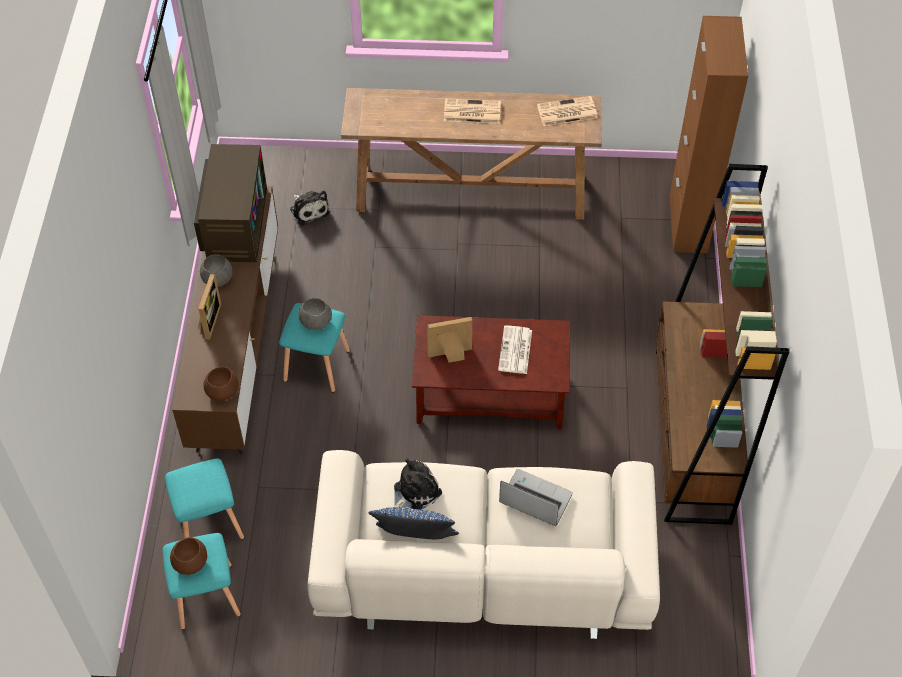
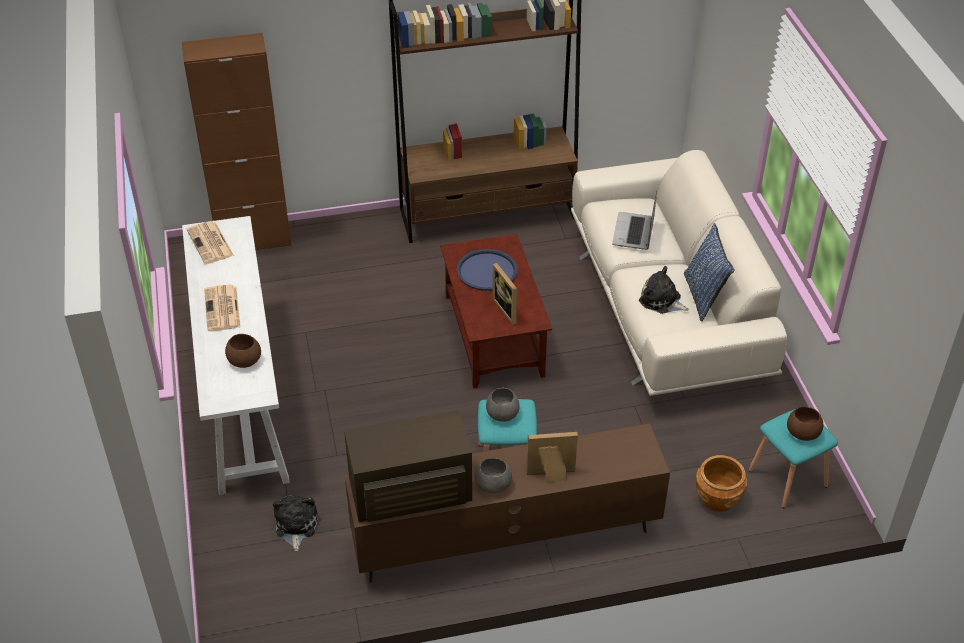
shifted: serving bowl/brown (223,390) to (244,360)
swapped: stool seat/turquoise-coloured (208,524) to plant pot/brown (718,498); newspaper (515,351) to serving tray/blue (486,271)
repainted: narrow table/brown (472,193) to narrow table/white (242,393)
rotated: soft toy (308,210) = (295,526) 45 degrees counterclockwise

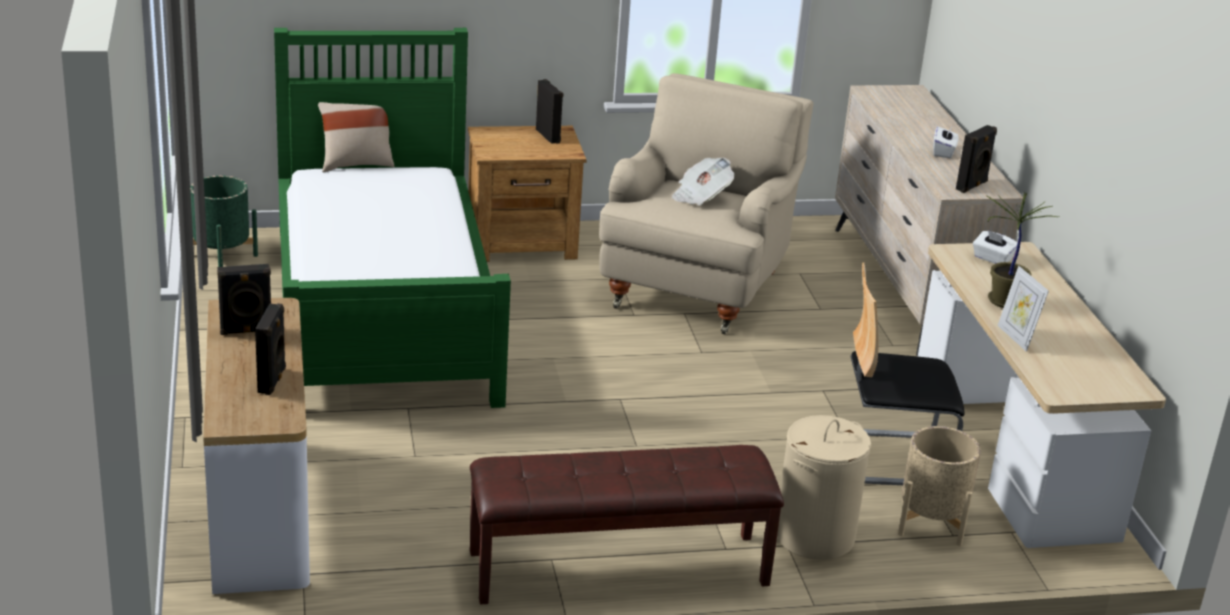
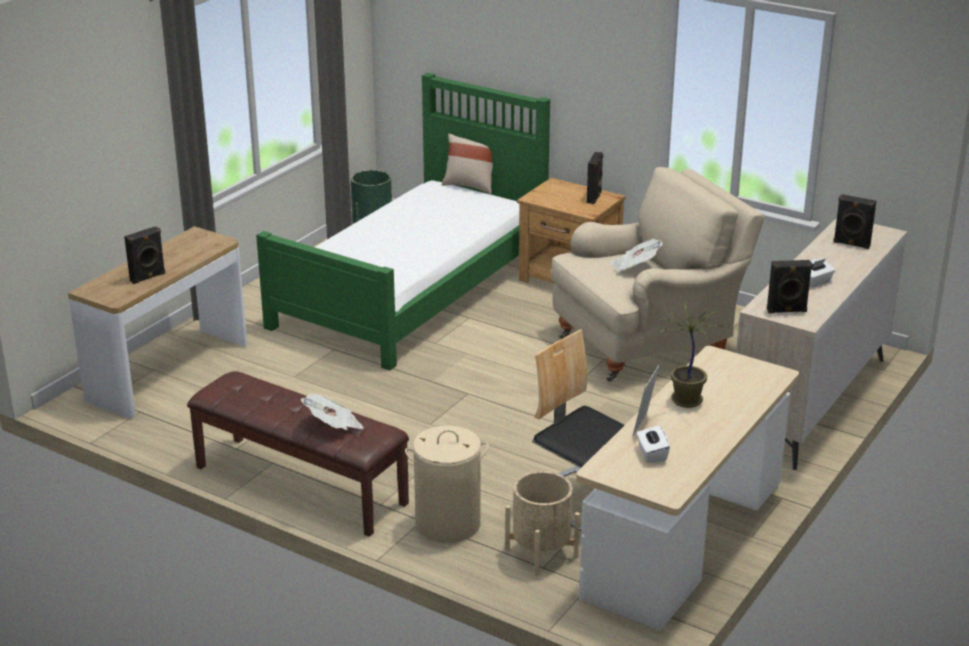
new: newspaper (333,426)
shifted: loudspeaker/black-coloured (246,331) to (851,244); tissue box/white (992,259) to (652,454)

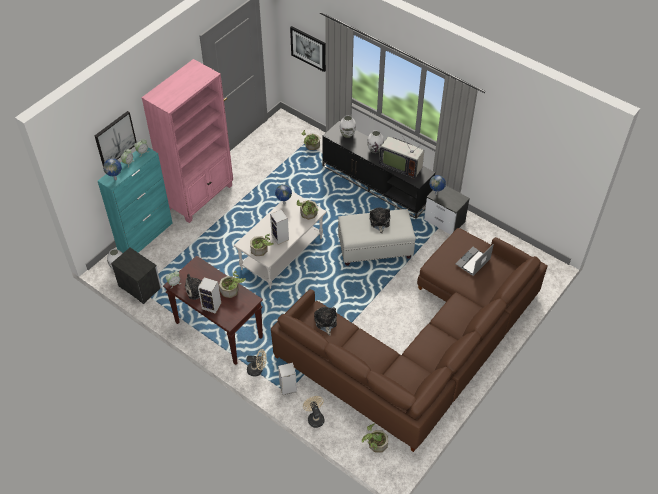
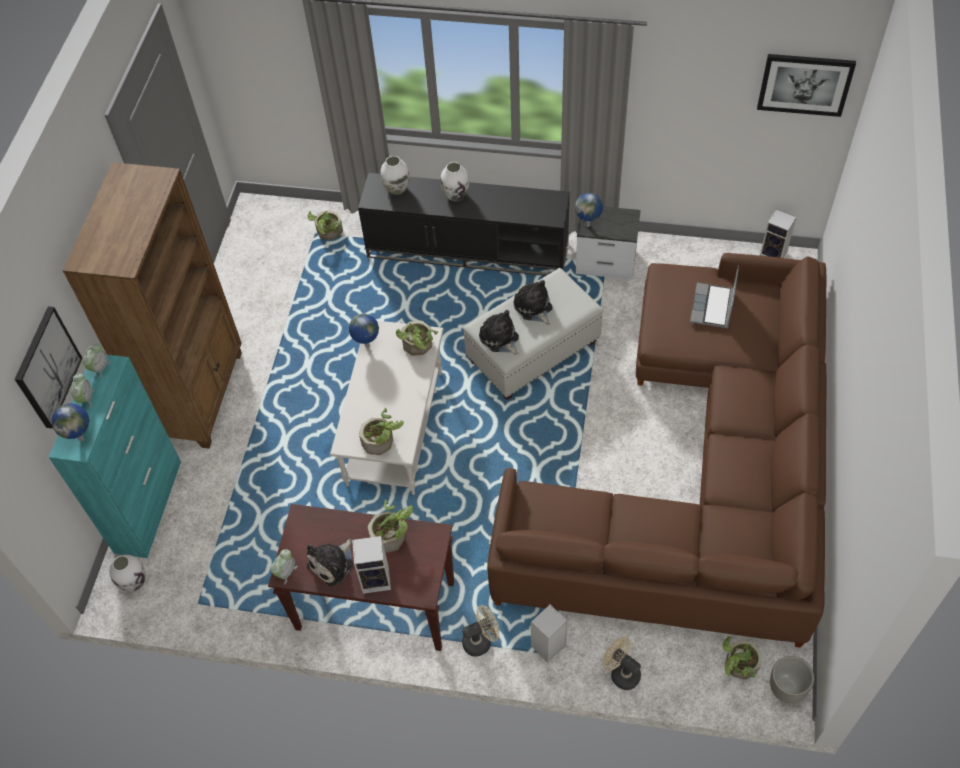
gone: night table (139,286); TV (400,166)
new: plant pot (787,689)
shifted: loudspeaker (280,238) to (774,254); picture (308,48) to (805,84); soft toy (325,322) to (500,339)
repainted: shelving unit/pinkish (200,197) to shelving unit/brown (200,395)

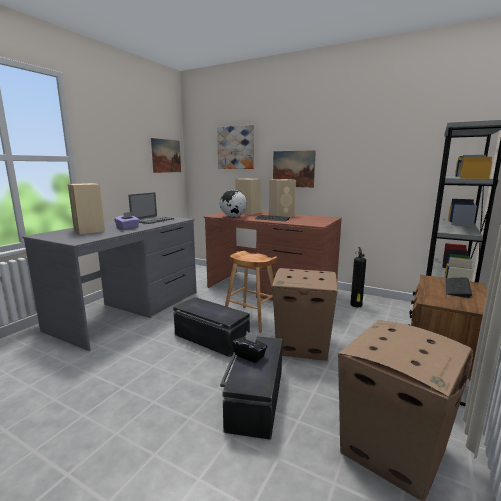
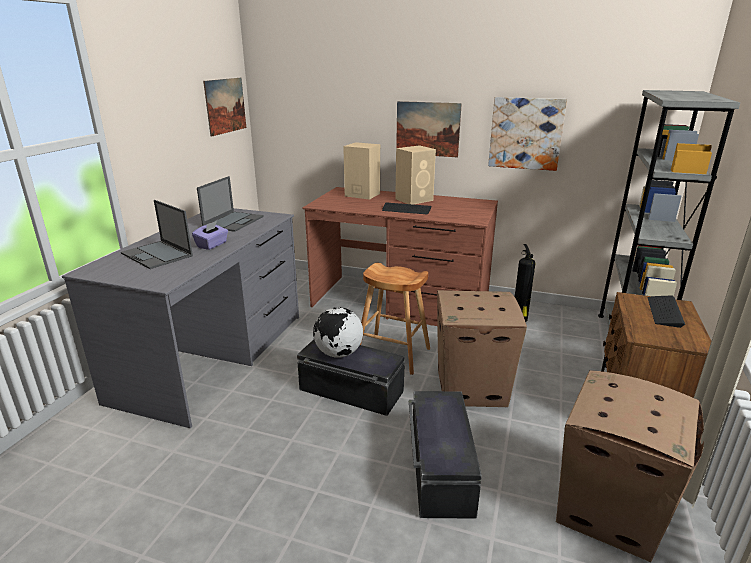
gone: tissue box/black-coloured (250,356)
shifted: picture (236,147) to (526,133); globe (233,217) to (338,353)
swapped: loudspeaker/beige-coloured (89,230) to portable computer (157,255)

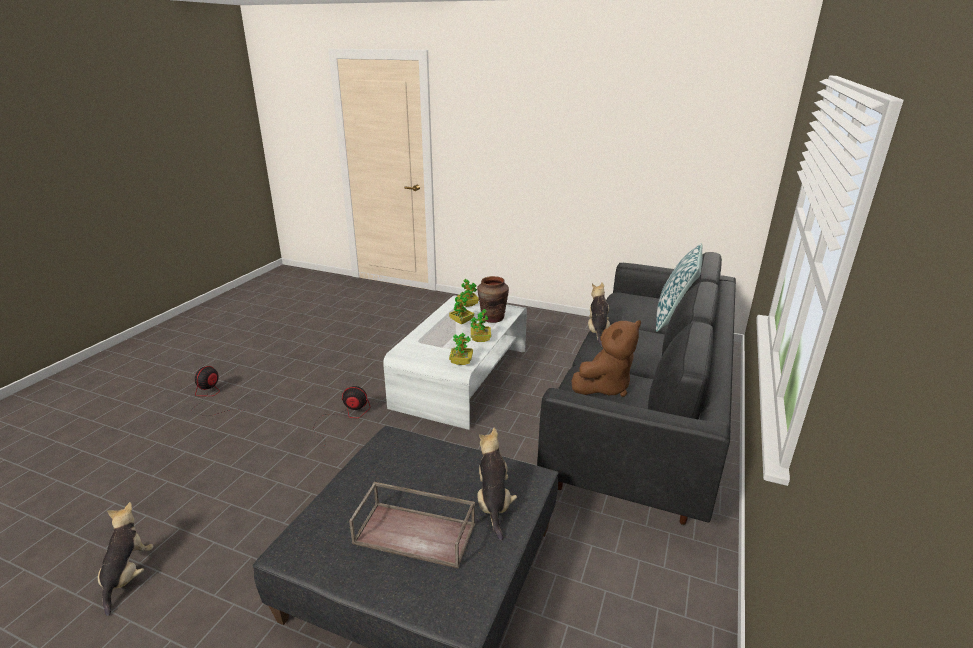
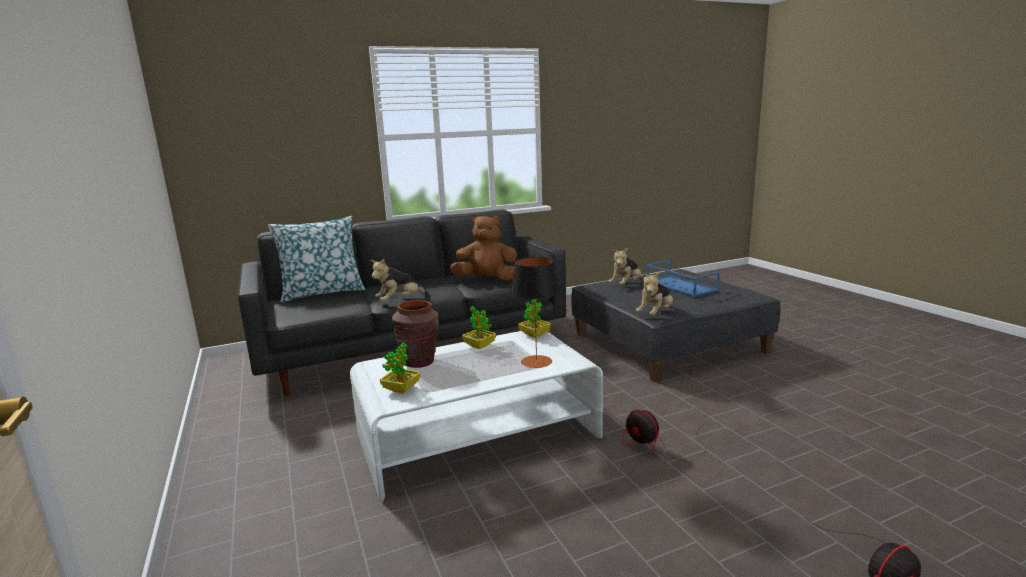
gone: plant in a pot (461,321)
new: tabletop lamp (536,361)
shifted: soft toy (128,575) to (655,314)
repainted: serving tray/brown (416,533) to serving tray/blue (679,286)

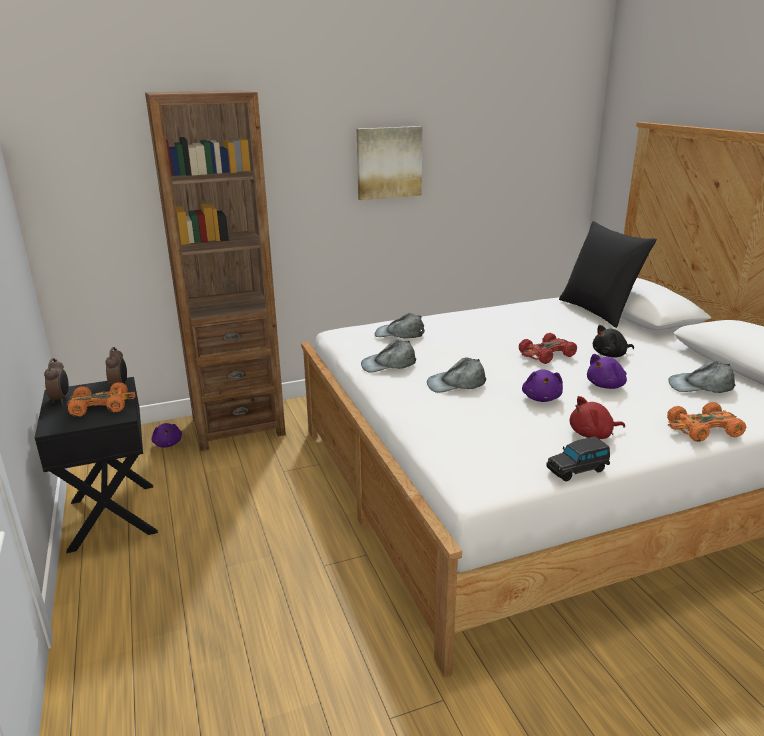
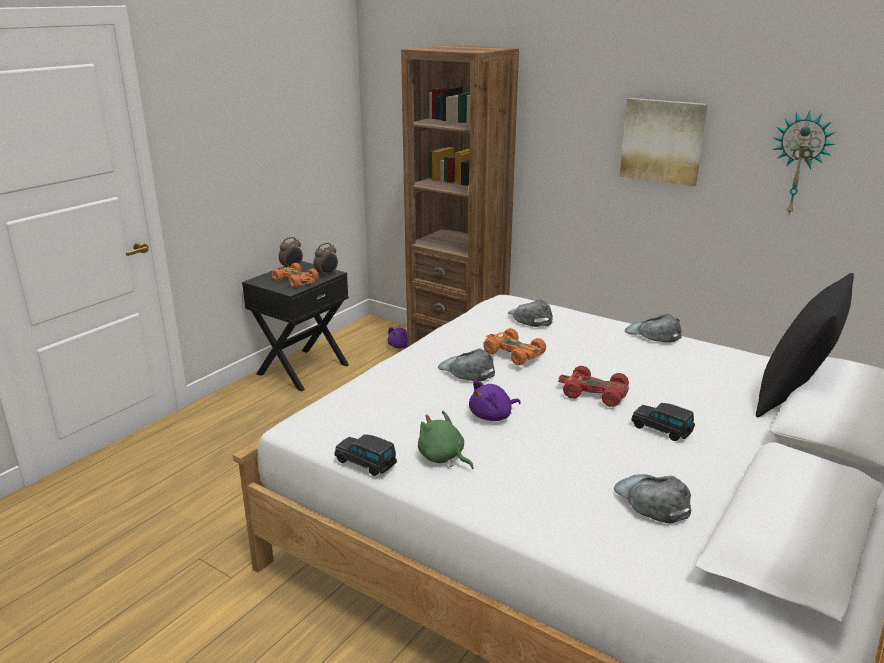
gone: soft toy/purple (606,385)
new: wall clock (799,164)
shifted: baseball cap/grey (389,364) to (653,334); model car/orange (702,430) to (513,353)
swapped: soft toy/black-coloured (610,355) to model car/black-coloured (662,430)
repainted: soft toy/reddish (593,435) to soft toy/green-coloured (443,457)

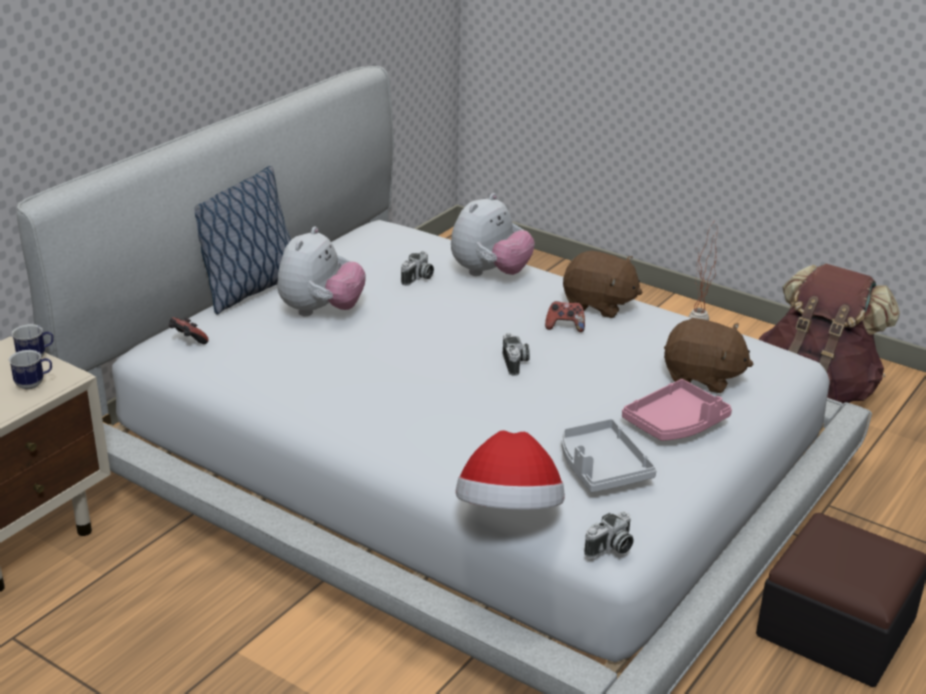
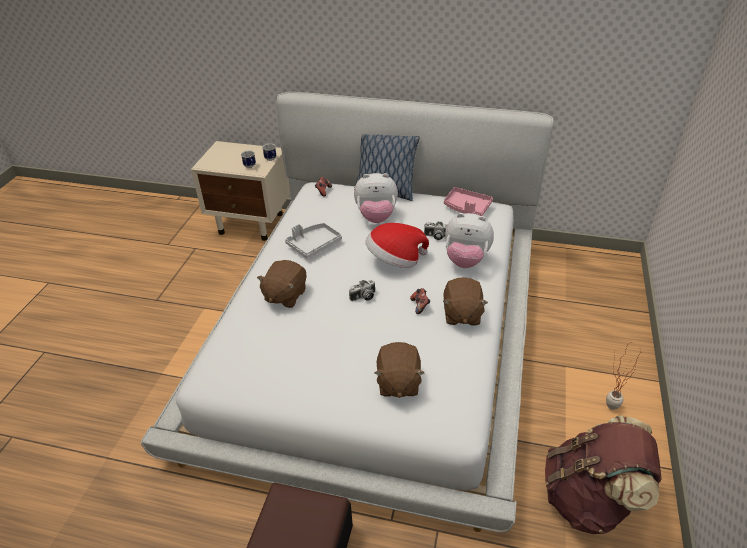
gone: still camera (610,548)
new: soft toy/brown (285,295)
shifted: clothing hat (509,513) to (395,260); serving tray/grey (601,467) to (313,245); serving tray/pinkish (676,423) to (467,208)

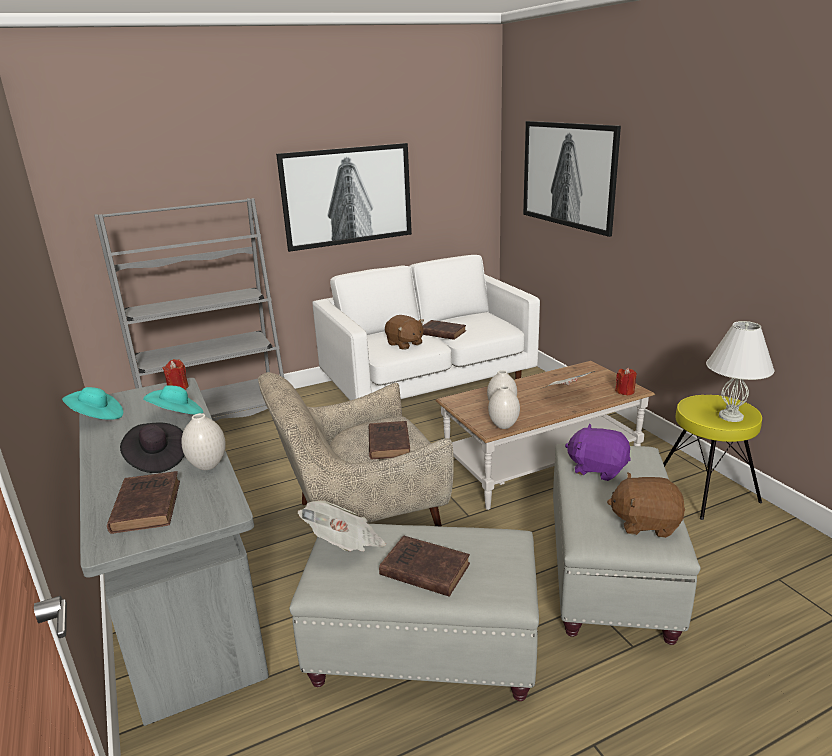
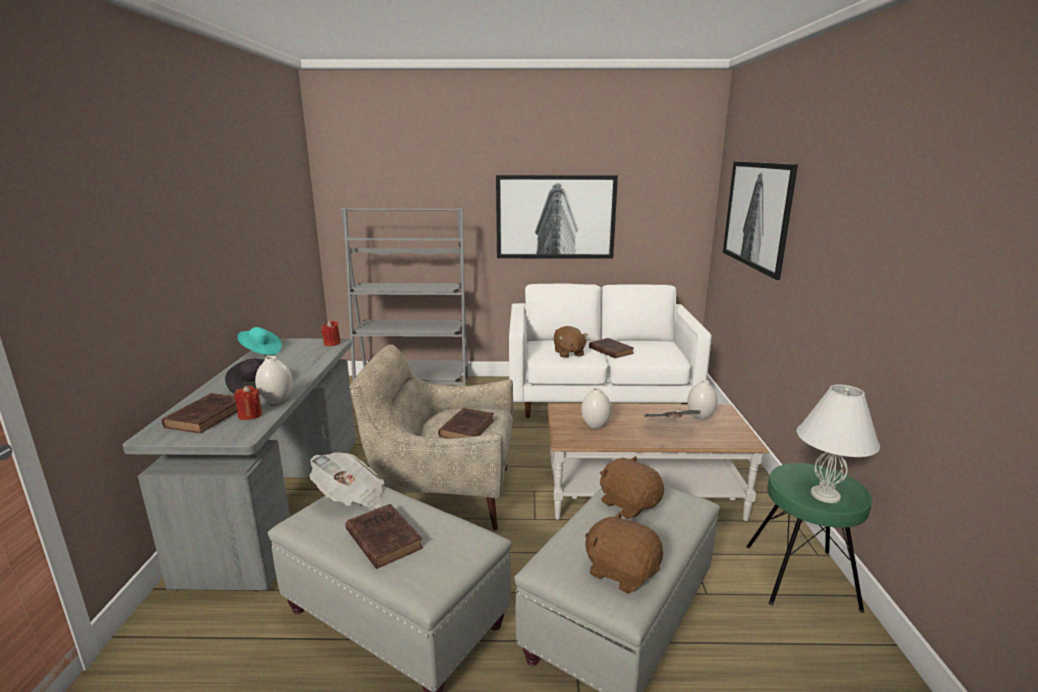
gone: clothing hat/turquoise-coloured (177,415)
shifted: vase/white (503,426) to (699,417); wax candle/reddish (625,391) to (250,415)
repainted: soft toy/purple (597,468) to soft toy/brown (629,504); stool seat/yellow-coloured (706,491) to stool seat/green-coloured (801,577)

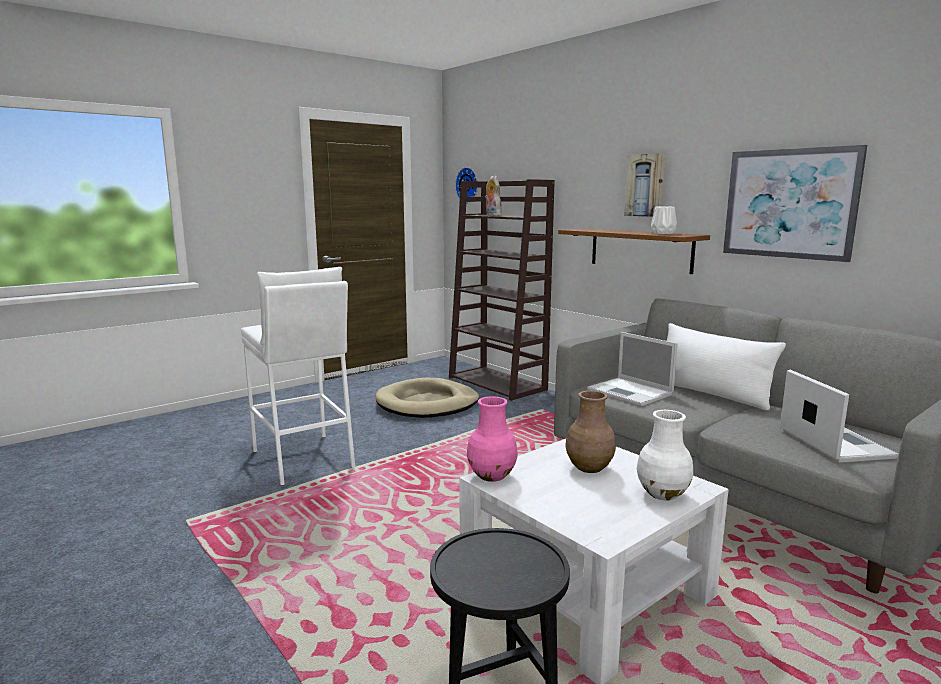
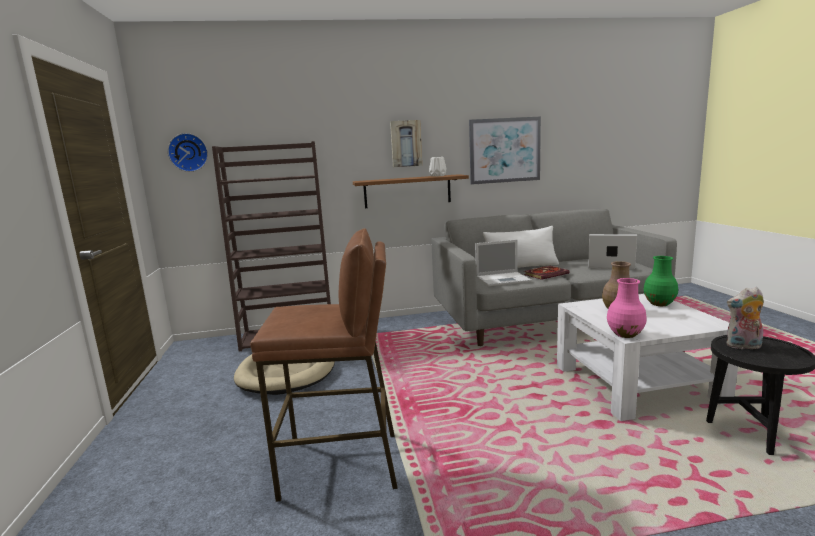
new: bound book (546,274)
shifted: soft toy (492,215) to (743,346)
repainted: stool seat/white (303,459) to stool seat/brown (341,464); vase/white (662,493) to vase/green-coloured (659,303)

